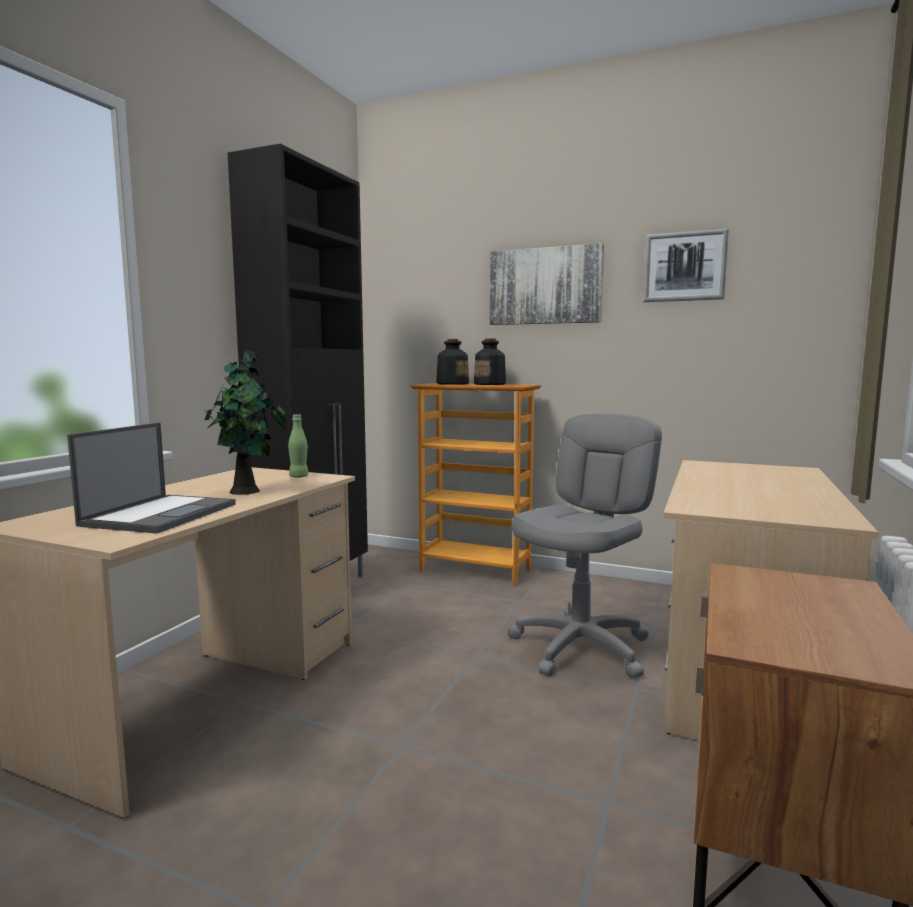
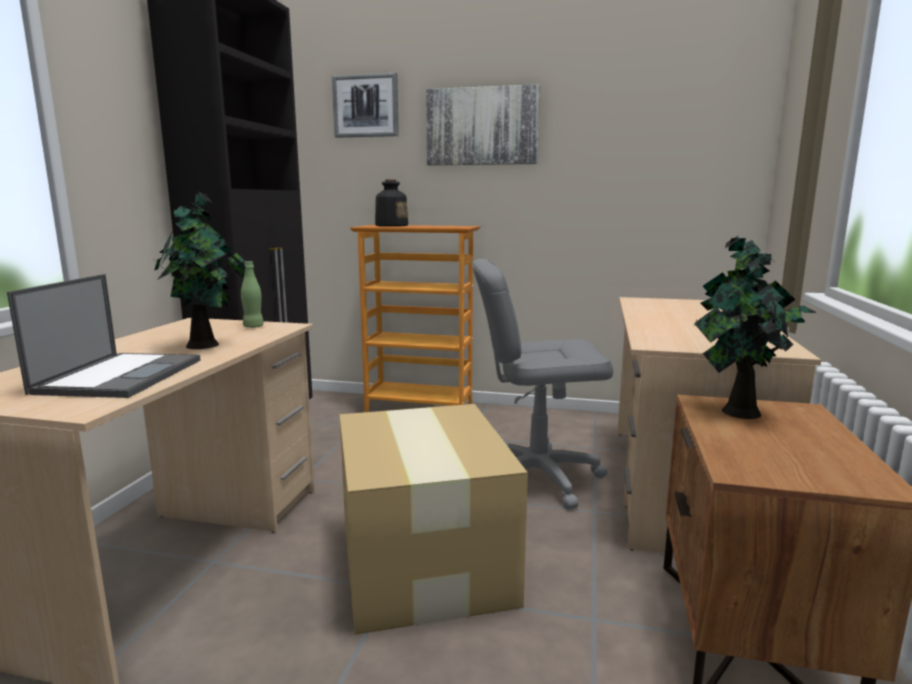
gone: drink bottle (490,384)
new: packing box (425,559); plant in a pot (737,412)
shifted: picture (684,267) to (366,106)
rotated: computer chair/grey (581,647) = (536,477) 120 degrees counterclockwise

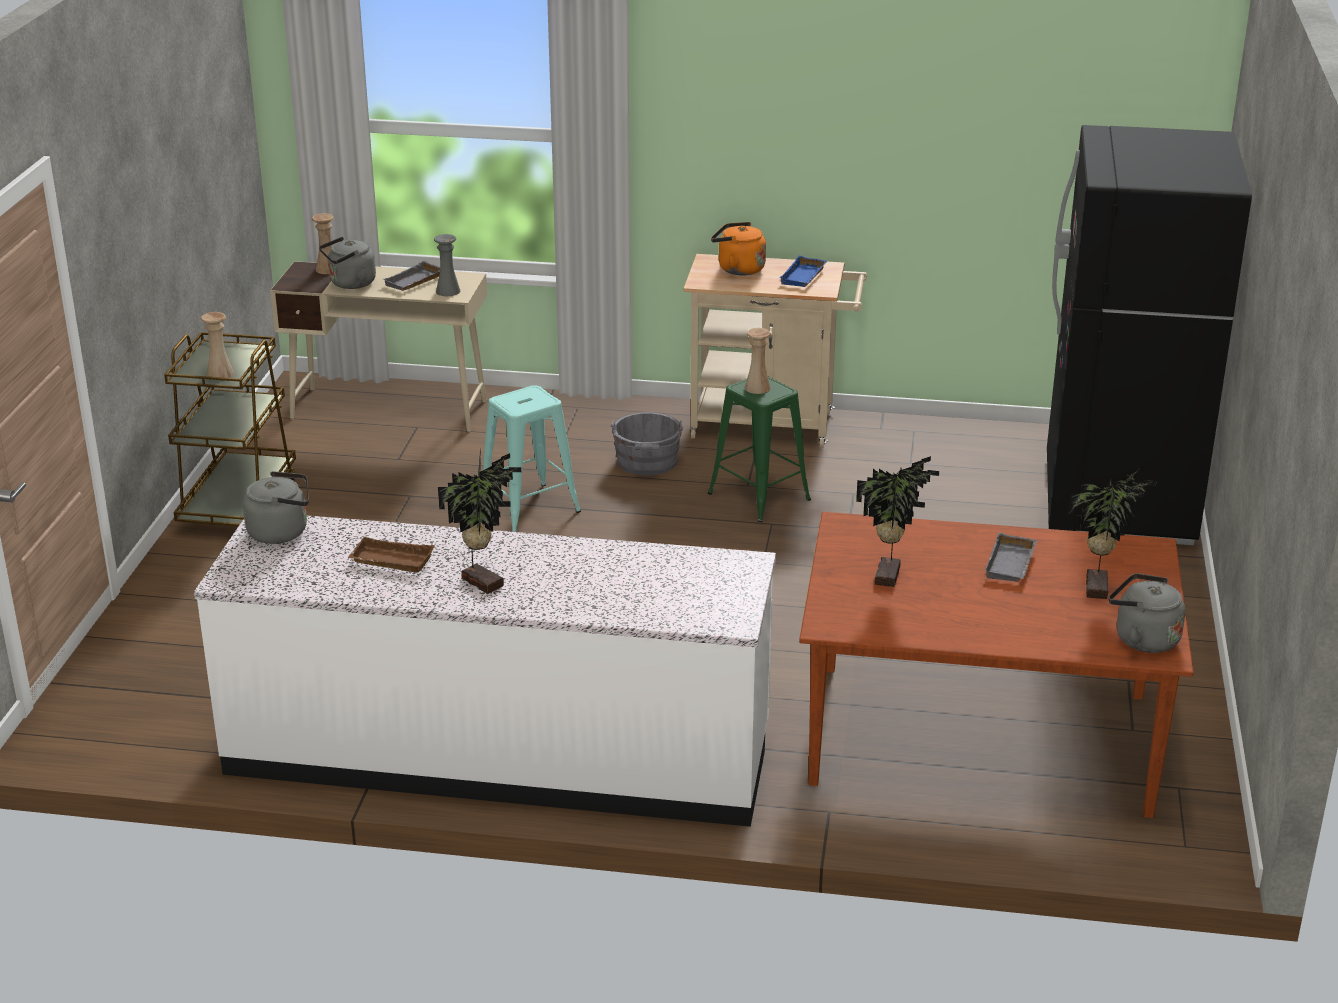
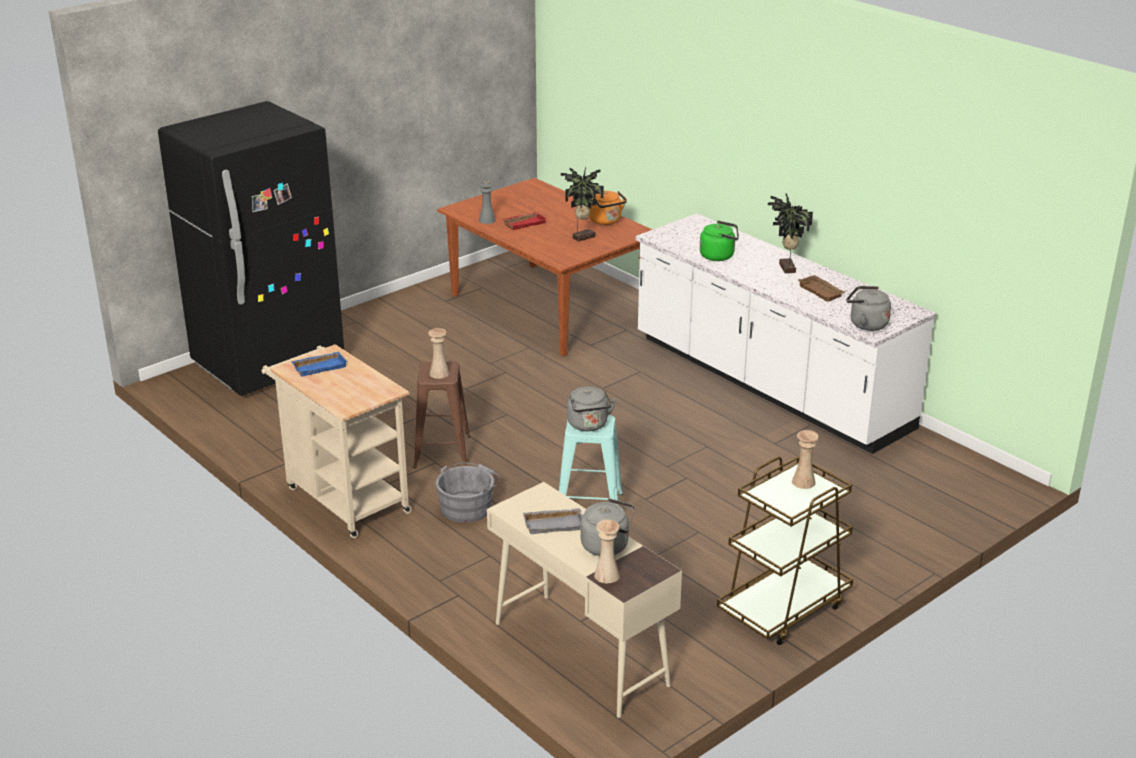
gone: plant in a pot (1099,588)
new: water kettle/green-coloured (719,256)
shifted: vase/grey (448,291) to (487,220); water kettle/orange (738,269) to (606,221); water kettle/grey (1142,639) to (588,425)
repainted: stool seat/green-coloured (759,496) to stool seat/brown (442,452); serving tray/grey (1012,564) to serving tray/reddish (524,223)

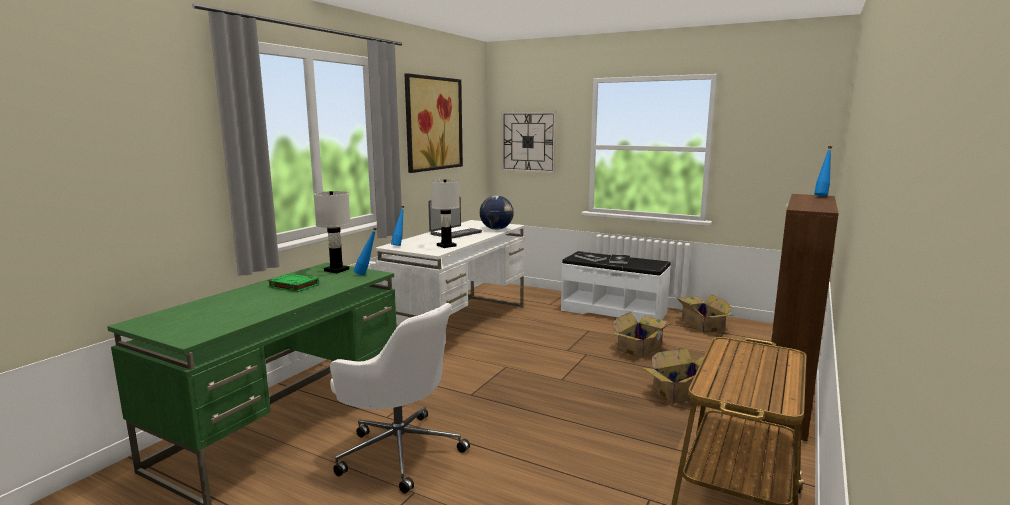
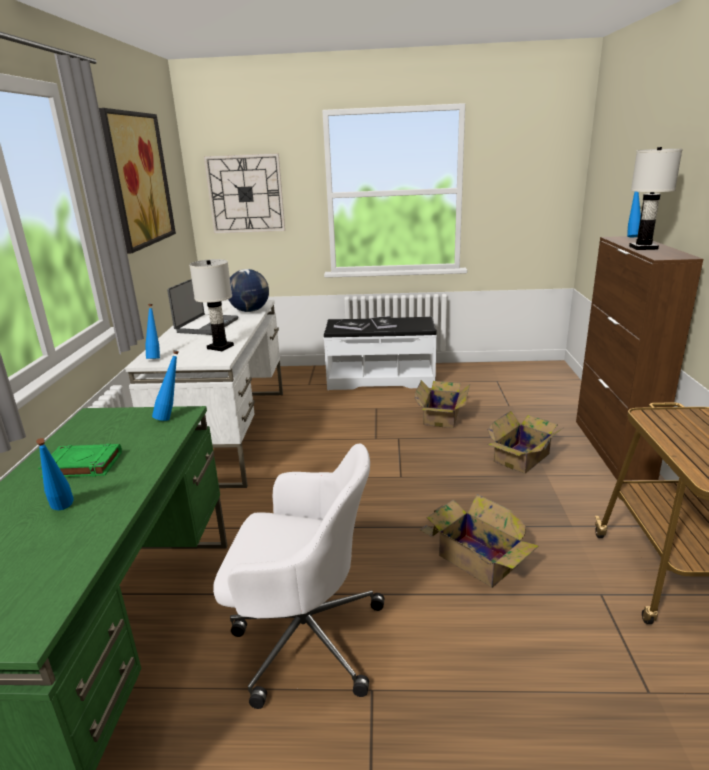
new: drink bottle/blue (63,511)
shifted: tabletop lamp/white (336,270) to (642,248); packing box (701,324) to (475,558)

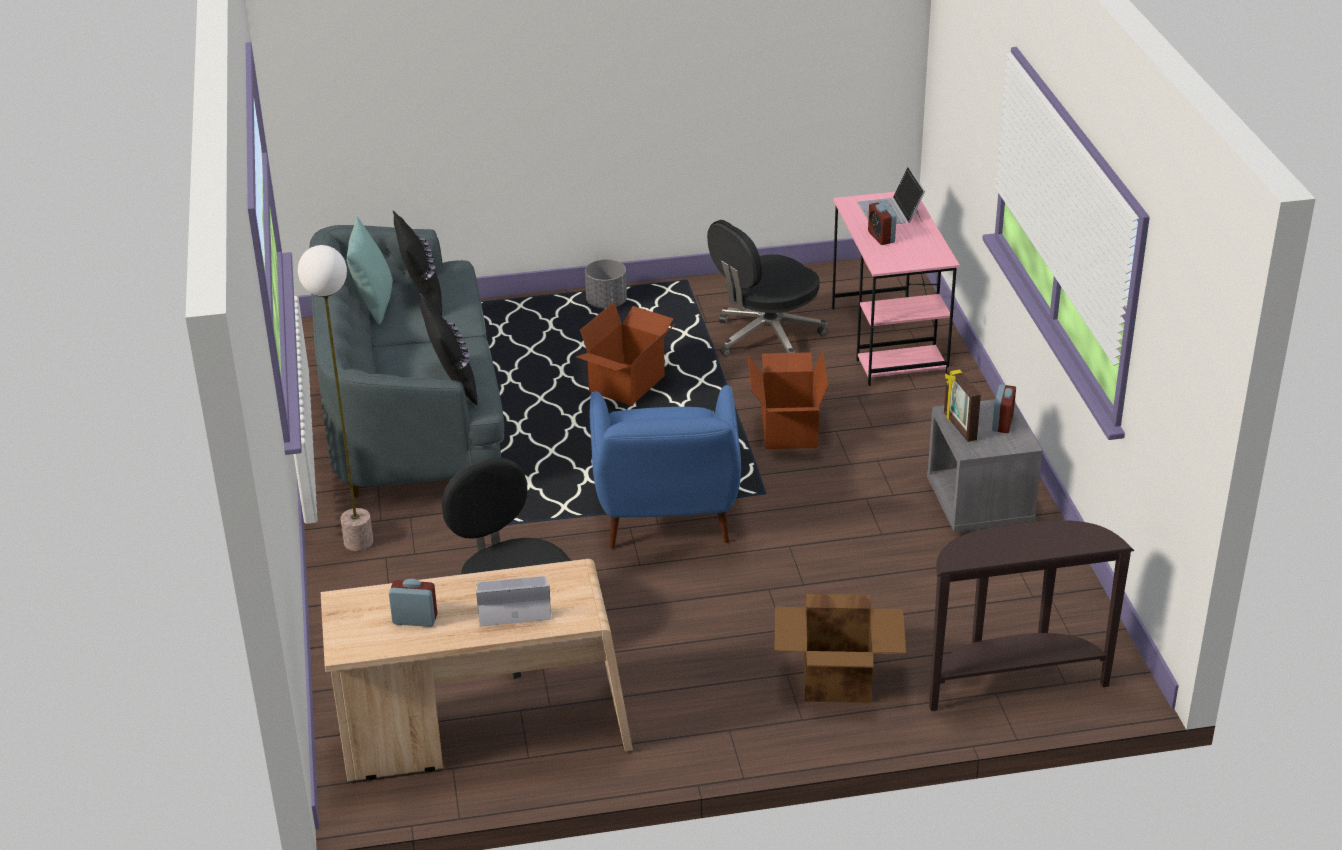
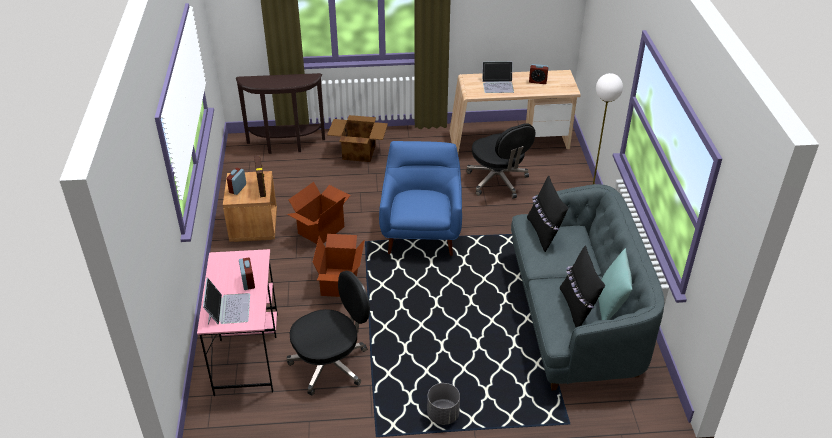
shifted: packing box (628,385) to (320,230)
repainted: night table/grey (980,504) to night table/brown (253,226)

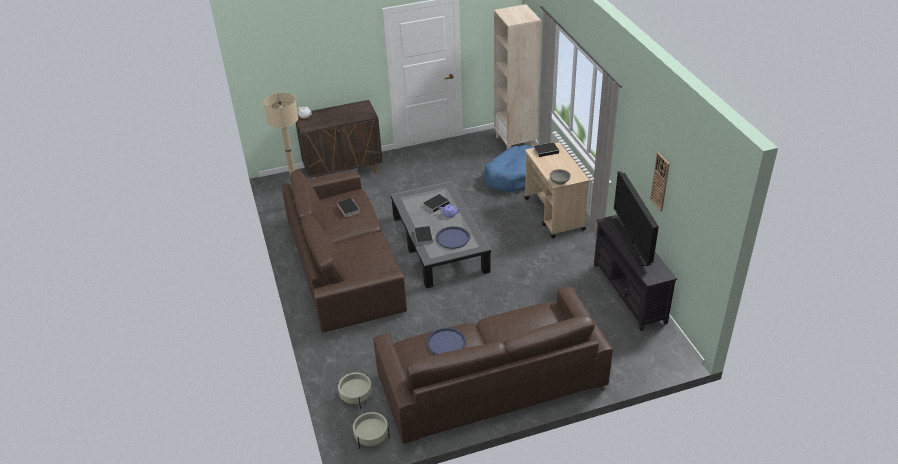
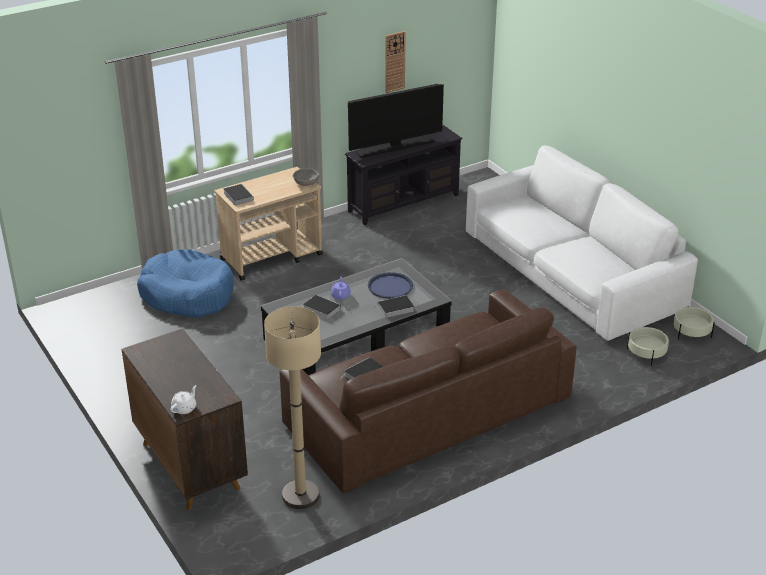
gone: serving tray/blue (446,343); shelving unit/beige-coloured (515,143)
repainted: couch/brown (491,379) to couch/white (570,271)

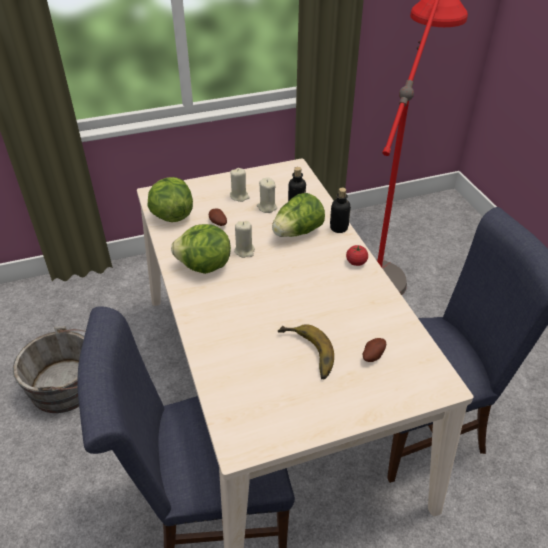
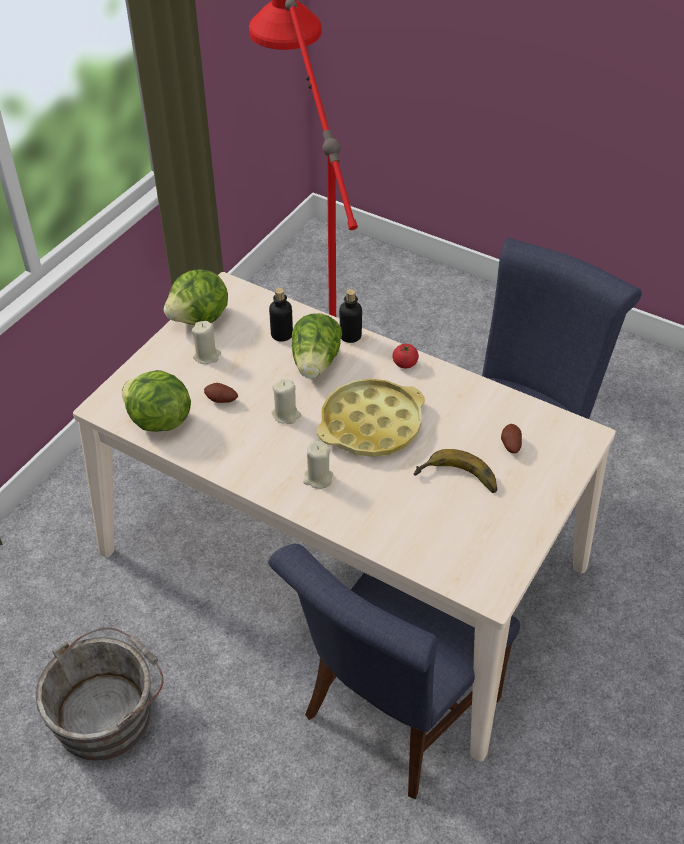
new: serving tray/yellow-coloured (371,424)
shifted: lettuce (204,266) to (200,318); wax candle/beige-coloured (267,207) to (318,478)

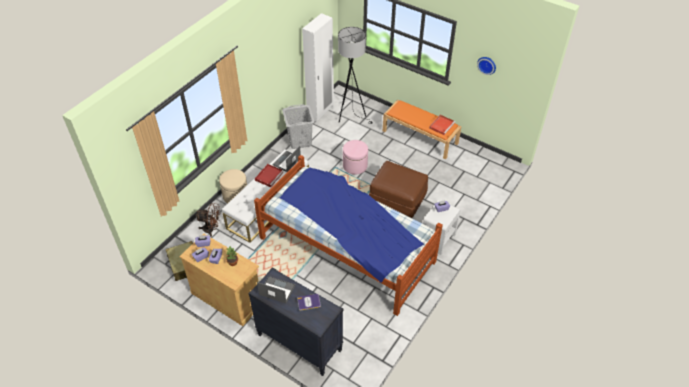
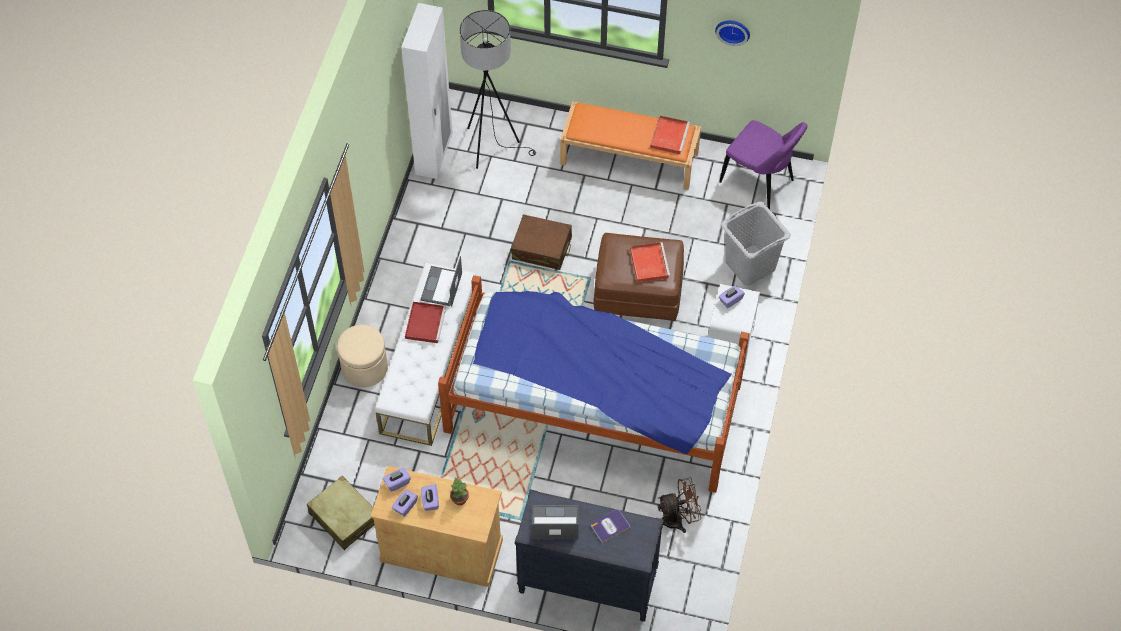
new: serving tray/reddish (648,263); plain chair/purple (759,183)
shifted: fan/brown (211,229) to (678,519); washing basket/grey (300,141) to (750,265)
swapped: footrest/pinkish (355,166) to travel case/brown (542,248)

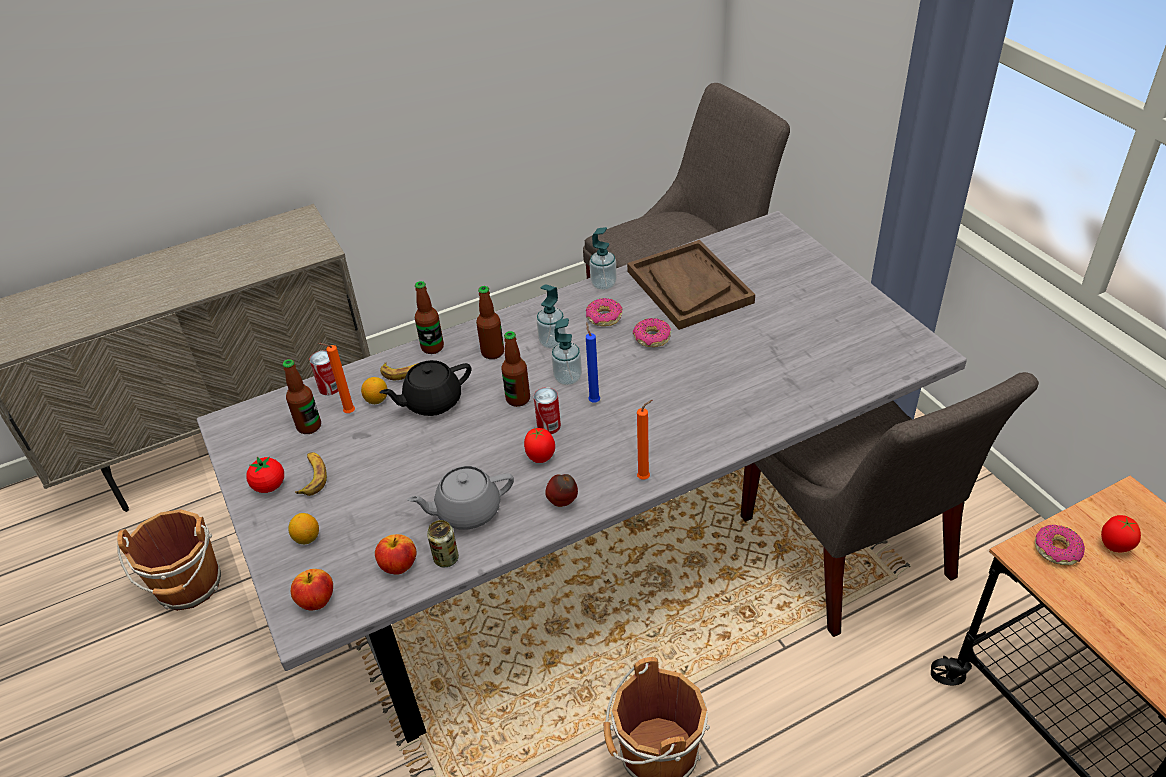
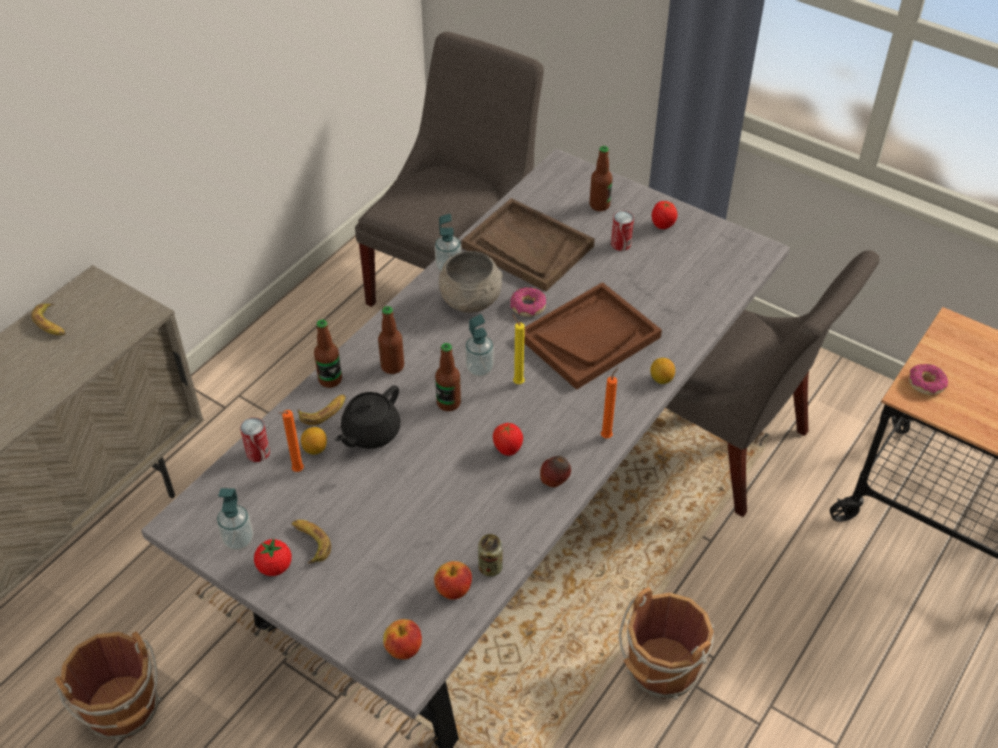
gone: teapot/grey (467,511)
new: whole banana (51,324); serving tray/brown (589,337)
shifted: drink bottle (309,426) to (599,205); citrus fruit (307,538) to (661,379); metal can (548,426) to (621,244); soap bottle (552,342) to (238,540); whole tomato (1114,546) to (662,226)
swapped: donut (604,317) to serving bowl/grey (471,300)
repainted: wax candle/blue (594,400) to wax candle/yellow-coloured (517,382)

